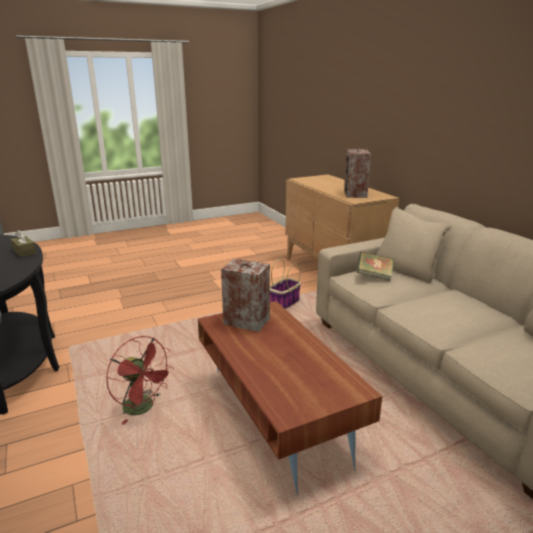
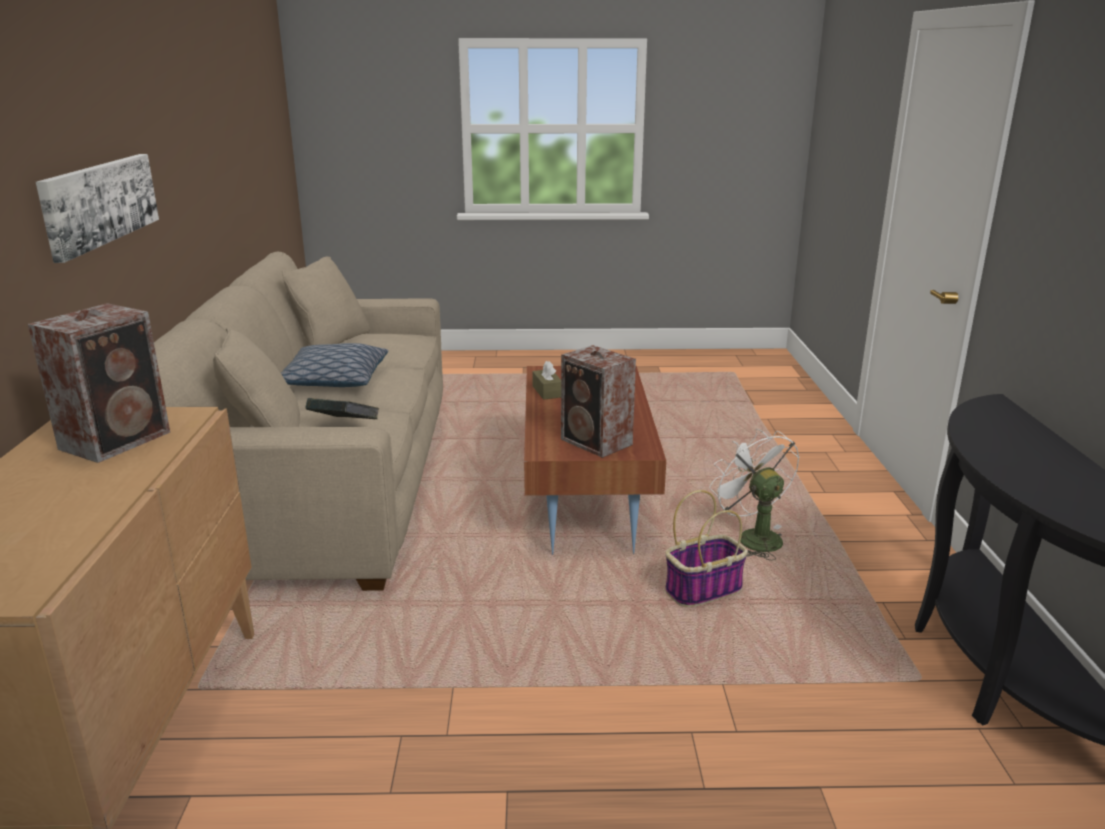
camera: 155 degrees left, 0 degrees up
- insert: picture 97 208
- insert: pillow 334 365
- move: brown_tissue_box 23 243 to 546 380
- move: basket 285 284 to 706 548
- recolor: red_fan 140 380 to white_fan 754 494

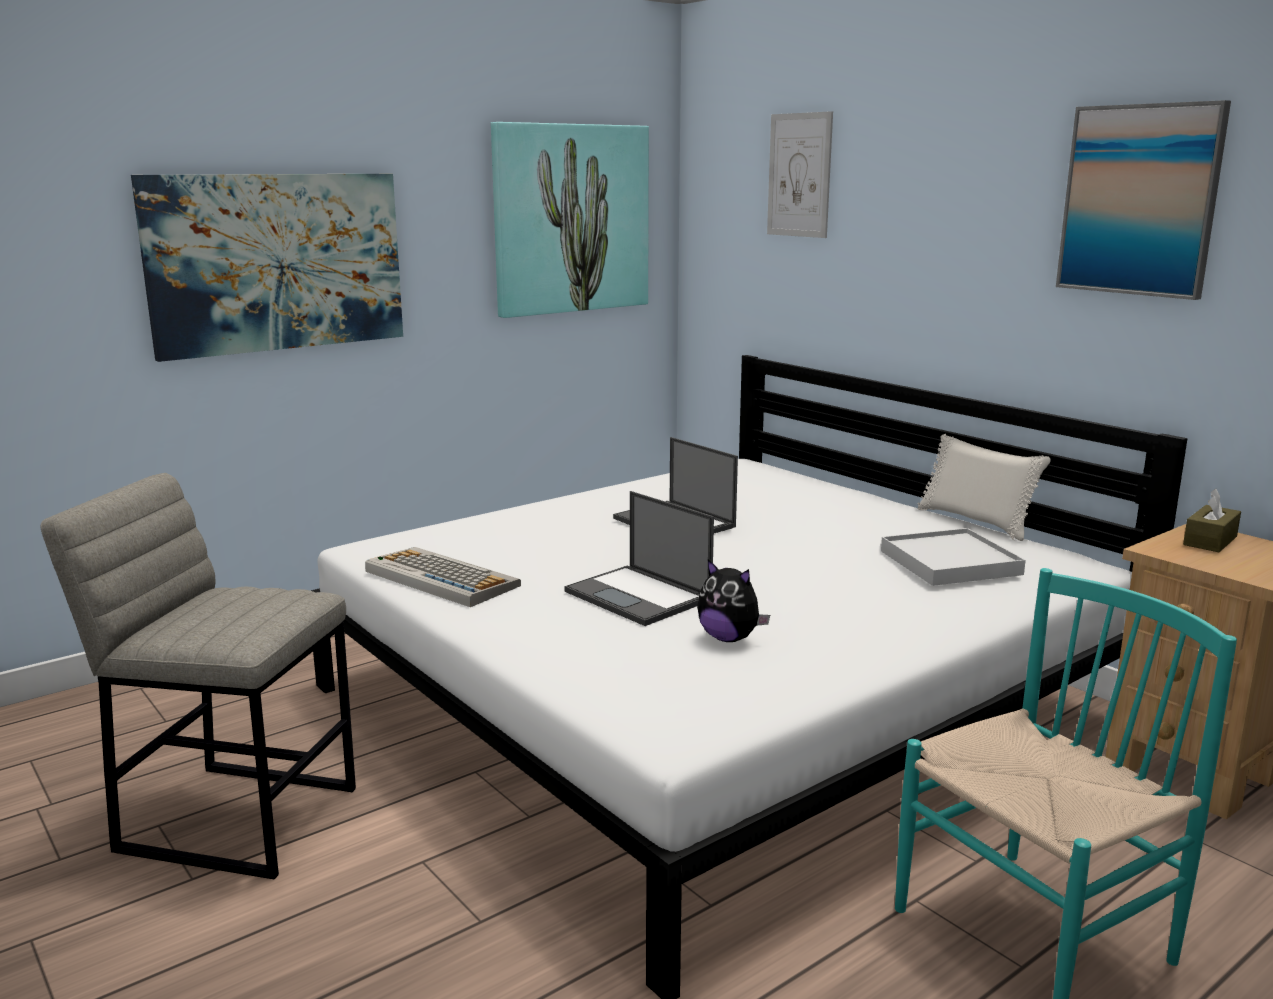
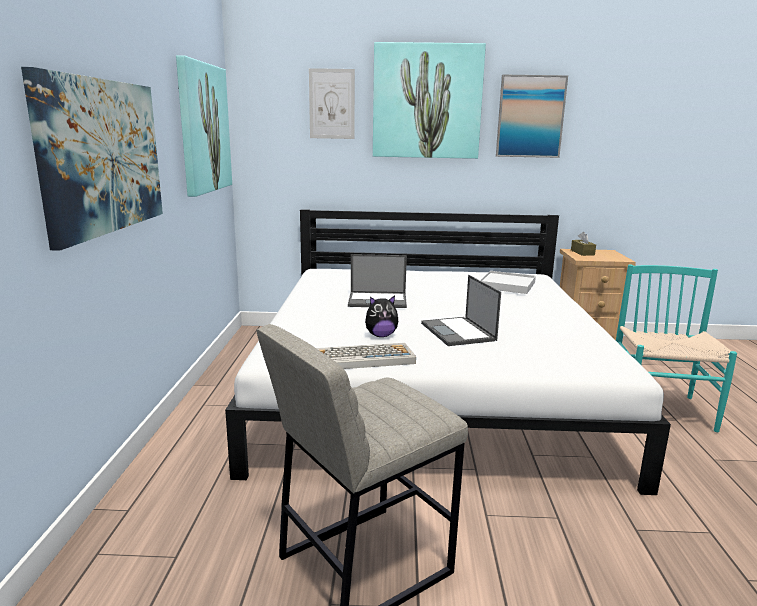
camera: 50 degrees left, 0 degrees up
- move: plush_toy 733 601 to 381 316
- insert: picture 429 100
- rotate: laptop 639 558 = 461 310 75 degrees clockwise
- delete: white_pillow 984 487

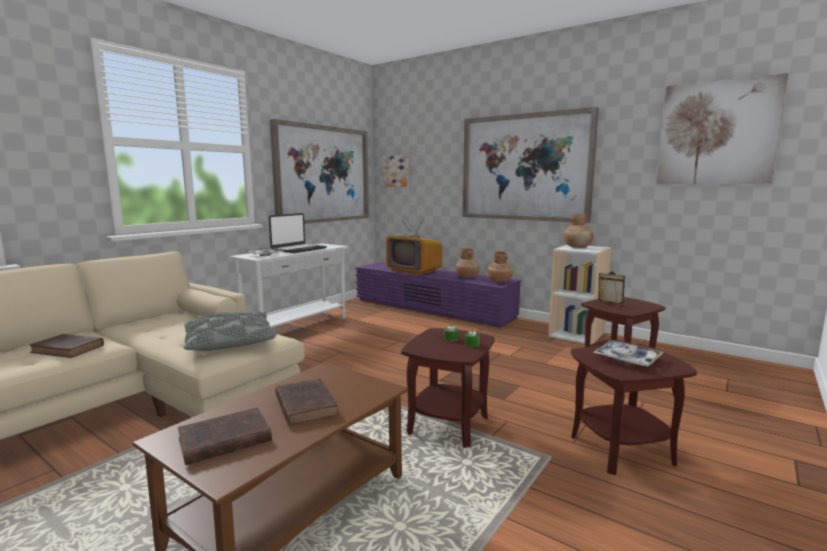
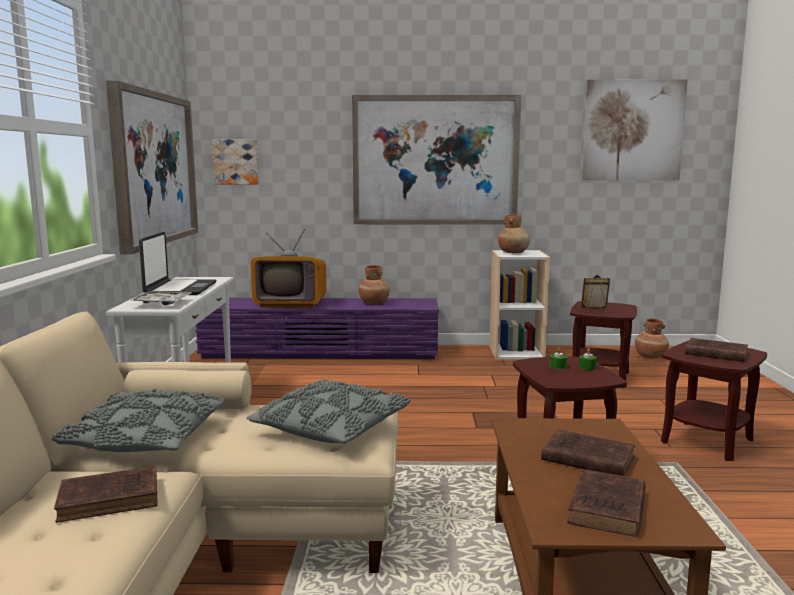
camera: 35 degrees left, 0 degrees up
- insert: grey_pillow 138 420
- move: brown_vase 500 267 to 652 338
- replace: tray 628 353 to brown_book 716 350

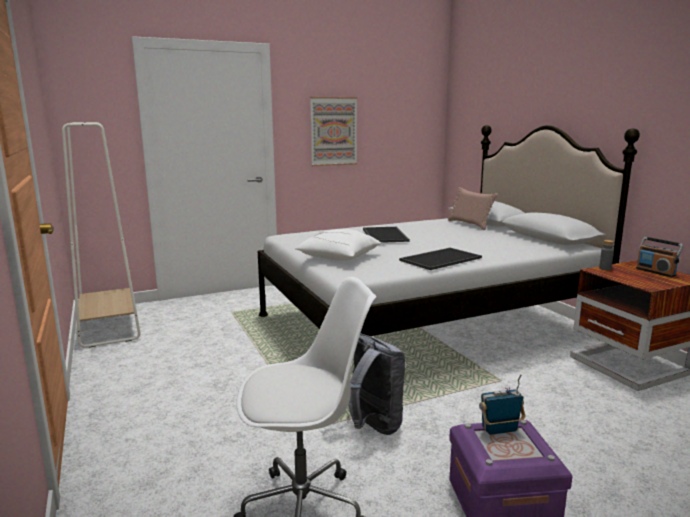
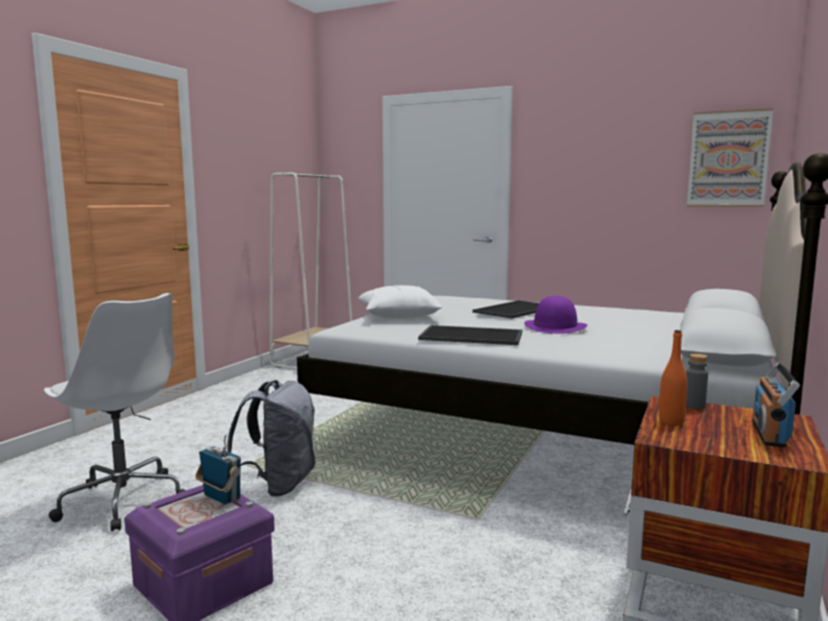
camera: 50 degrees right, 5 degrees down
- insert: purple_hat 555 315
- insert: orange_bottle 673 378
- move: picture 333 131 to 730 157
- delete: beige_pillow 472 208

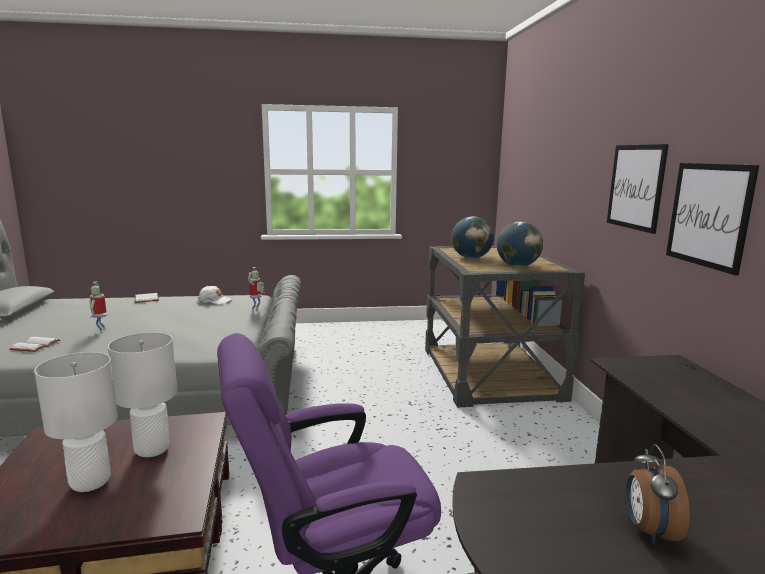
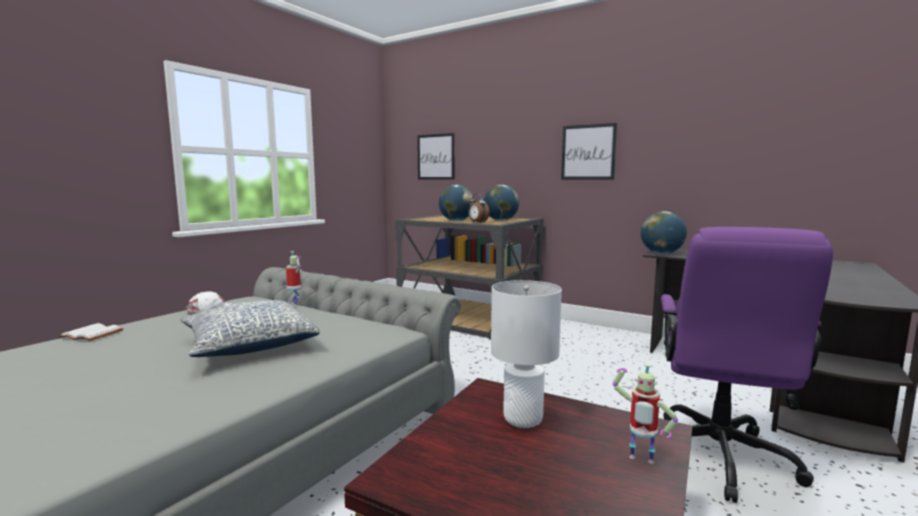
camera: 50 degrees left, 5 degrees down
- insert: pillow 250 328
- move: picture 712 219 to 436 156
- move: alarm_clock 658 494 to 478 208
- move: toy_robot 98 307 to 645 413
- insert: globe 664 232
- delete: white_book 34 344
- delete: white_table_lamp 76 422

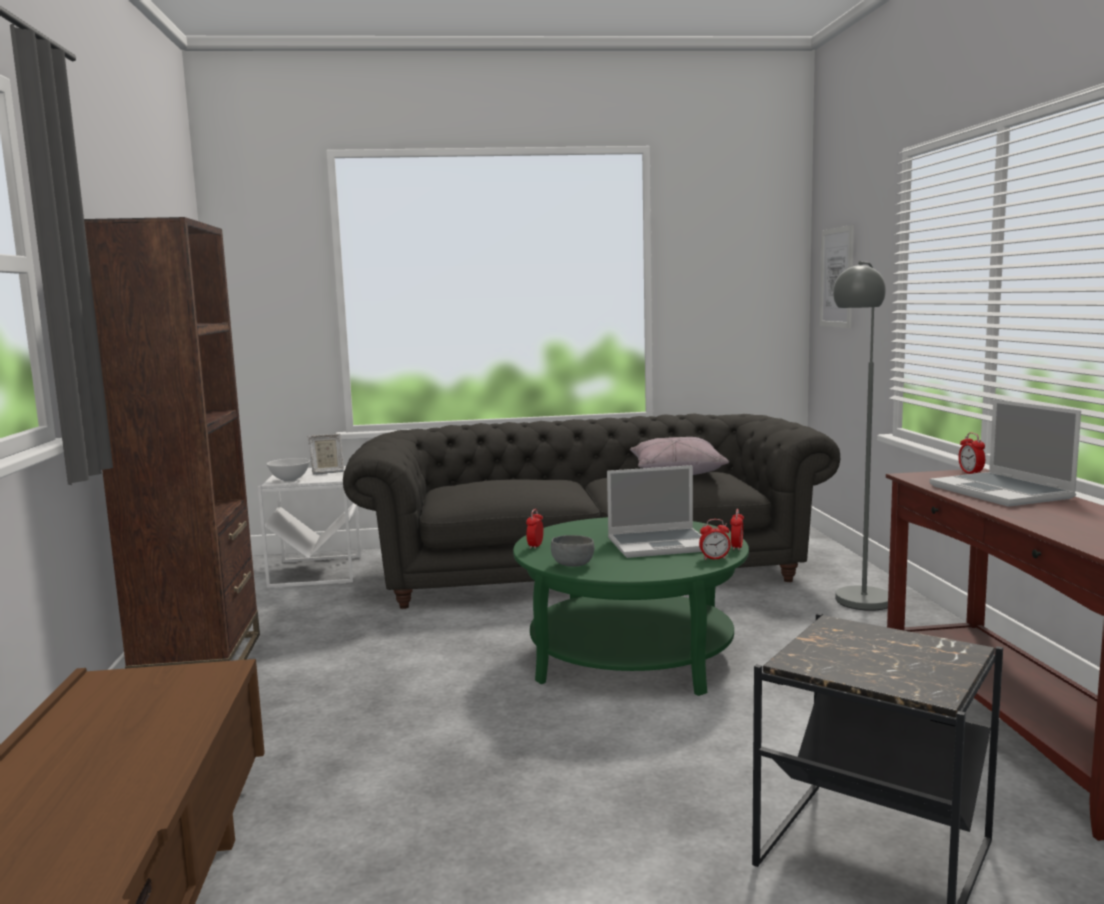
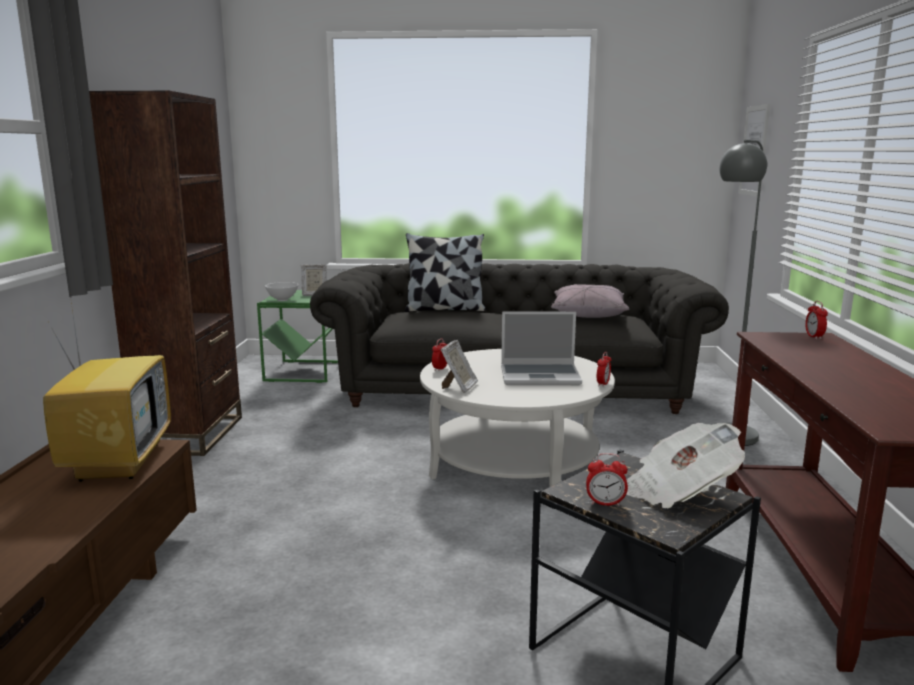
camera: 10 degrees right, 5 degrees up
- insert: television 107 389
- recolor: white_side_table 309 527 to green_side_table 297 336
- insert: pillow 445 272
- recolor: green_coffee_table 631 606 to white_coffee_table 517 418
- replace: grey_bowl 573 551 to picture_frame 459 366
- move: alarm_clock 715 539 to 607 479
- insert: newspaper 685 466
- delete: laptop 1005 453

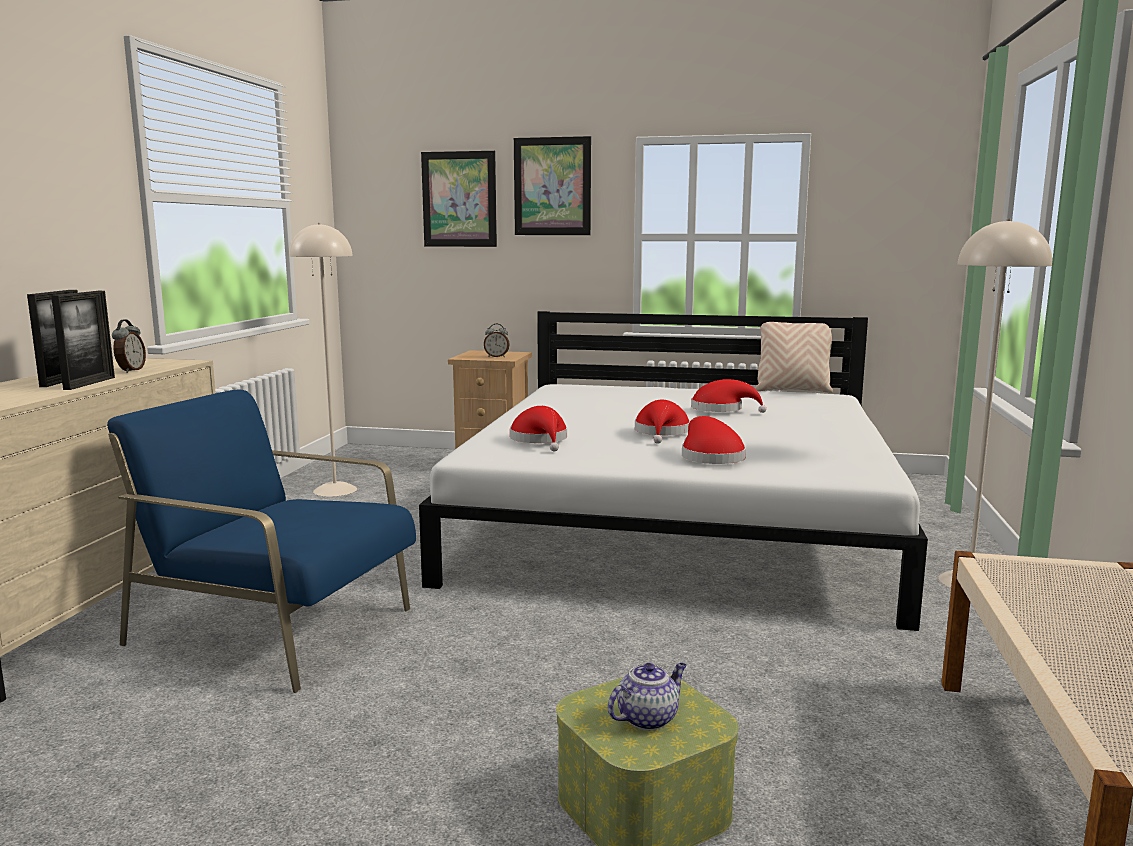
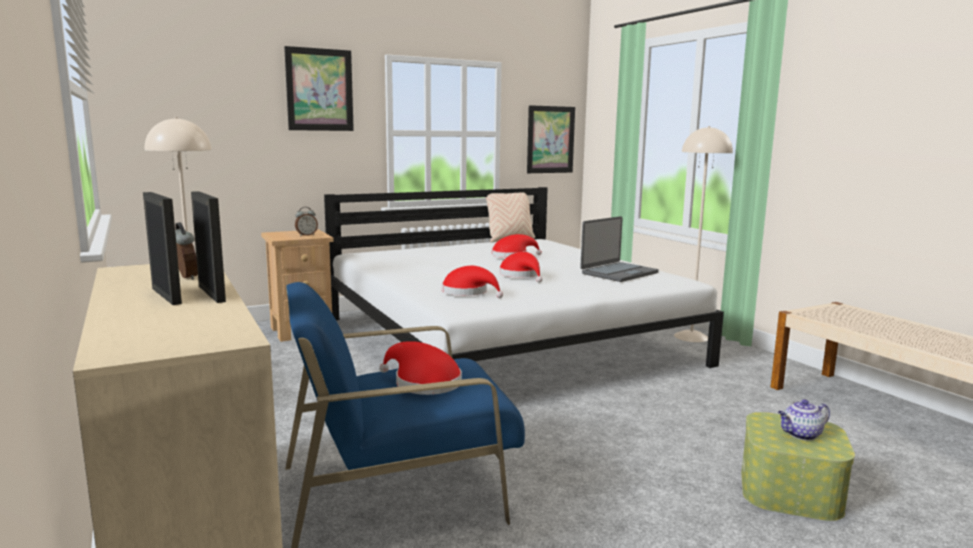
camera: 40 degrees left, 0 degrees up
- move: red_hat 714 440 to 420 368
- move: picture 459 199 to 551 139
- insert: laptop 619 249
- rotate: teapot 647 696 = 804 419 120 degrees counterclockwise

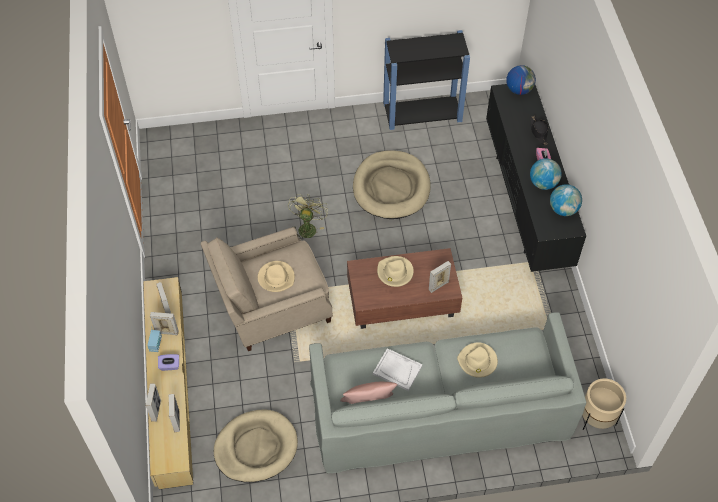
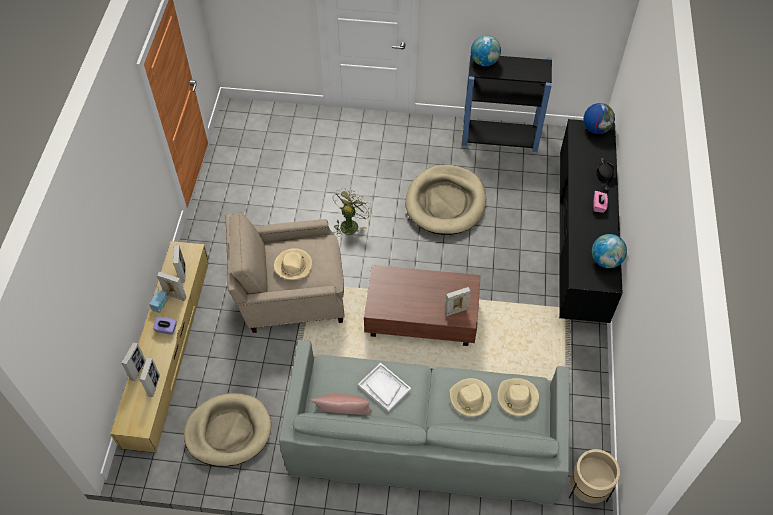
camera: 15 degrees right, 0 degrees up
- move: globe 546 174 to 486 50
- move: beige_hat 395 271 to 518 397

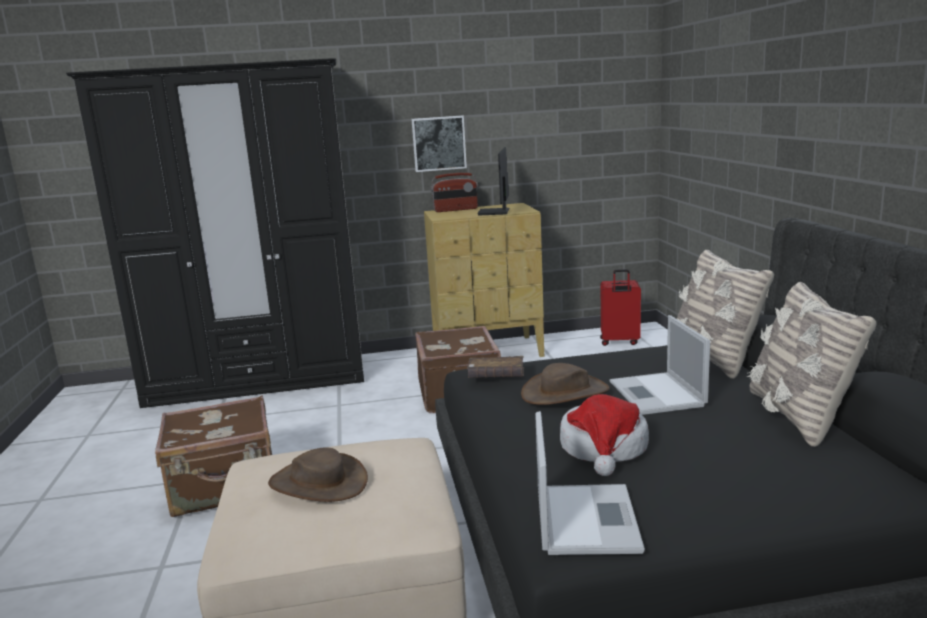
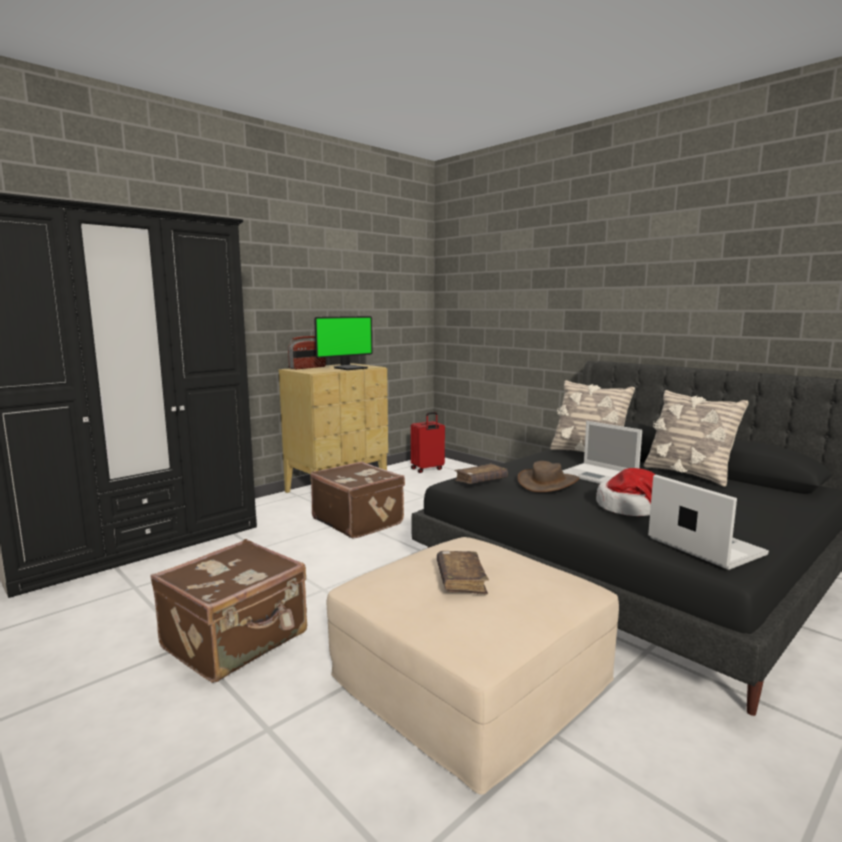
camera: 35 degrees left, 5 degrees down
- rotate: monitor 493 181 = 343 343 105 degrees counterclockwise
- replace: brown_hat 318 475 to brown_book 463 572
- delete: picture 439 143

